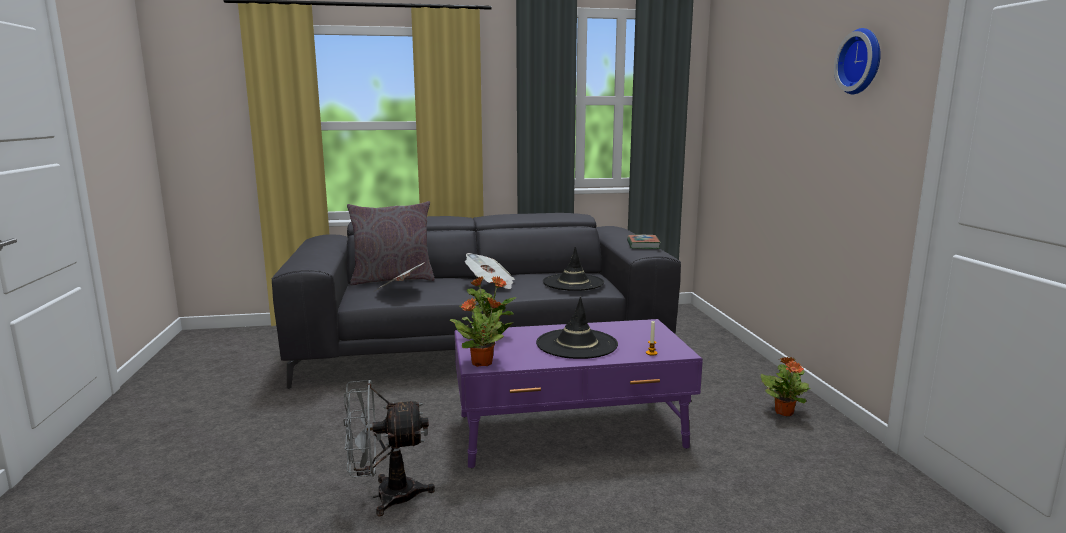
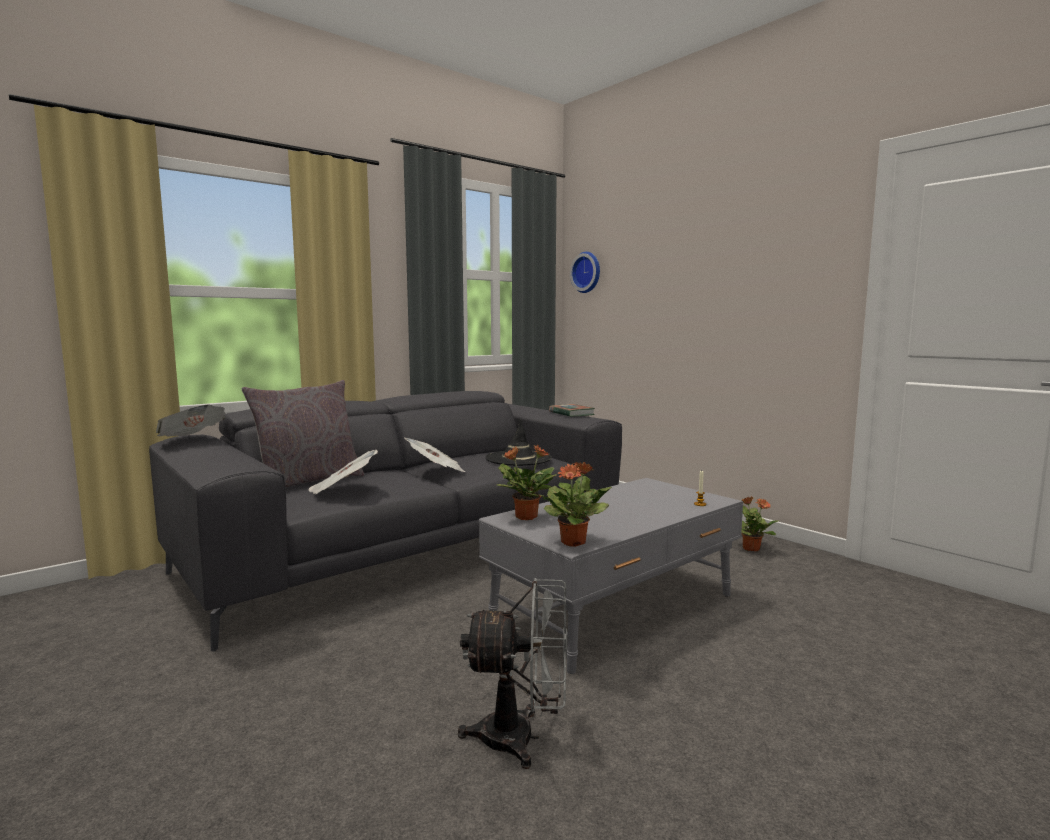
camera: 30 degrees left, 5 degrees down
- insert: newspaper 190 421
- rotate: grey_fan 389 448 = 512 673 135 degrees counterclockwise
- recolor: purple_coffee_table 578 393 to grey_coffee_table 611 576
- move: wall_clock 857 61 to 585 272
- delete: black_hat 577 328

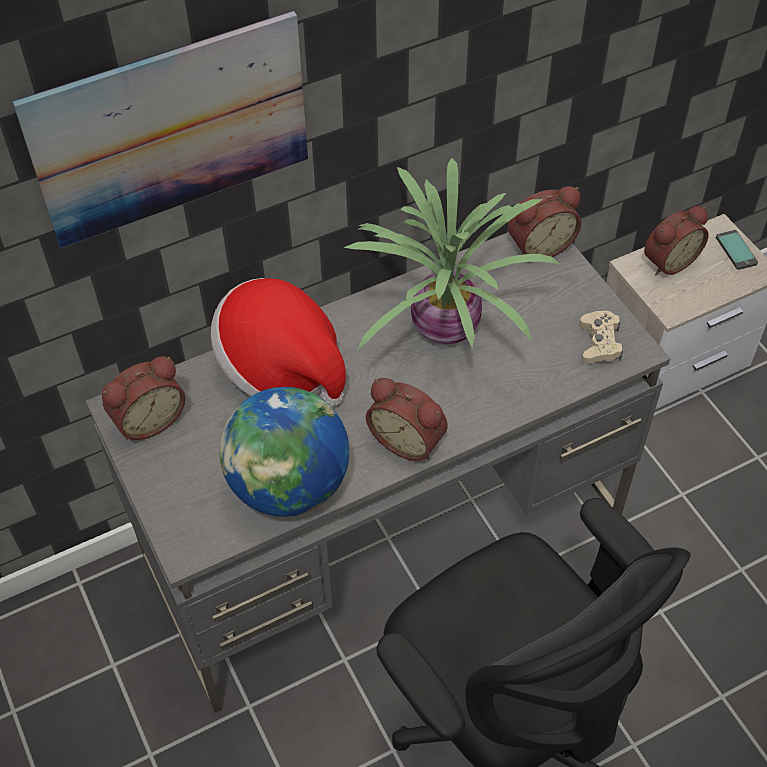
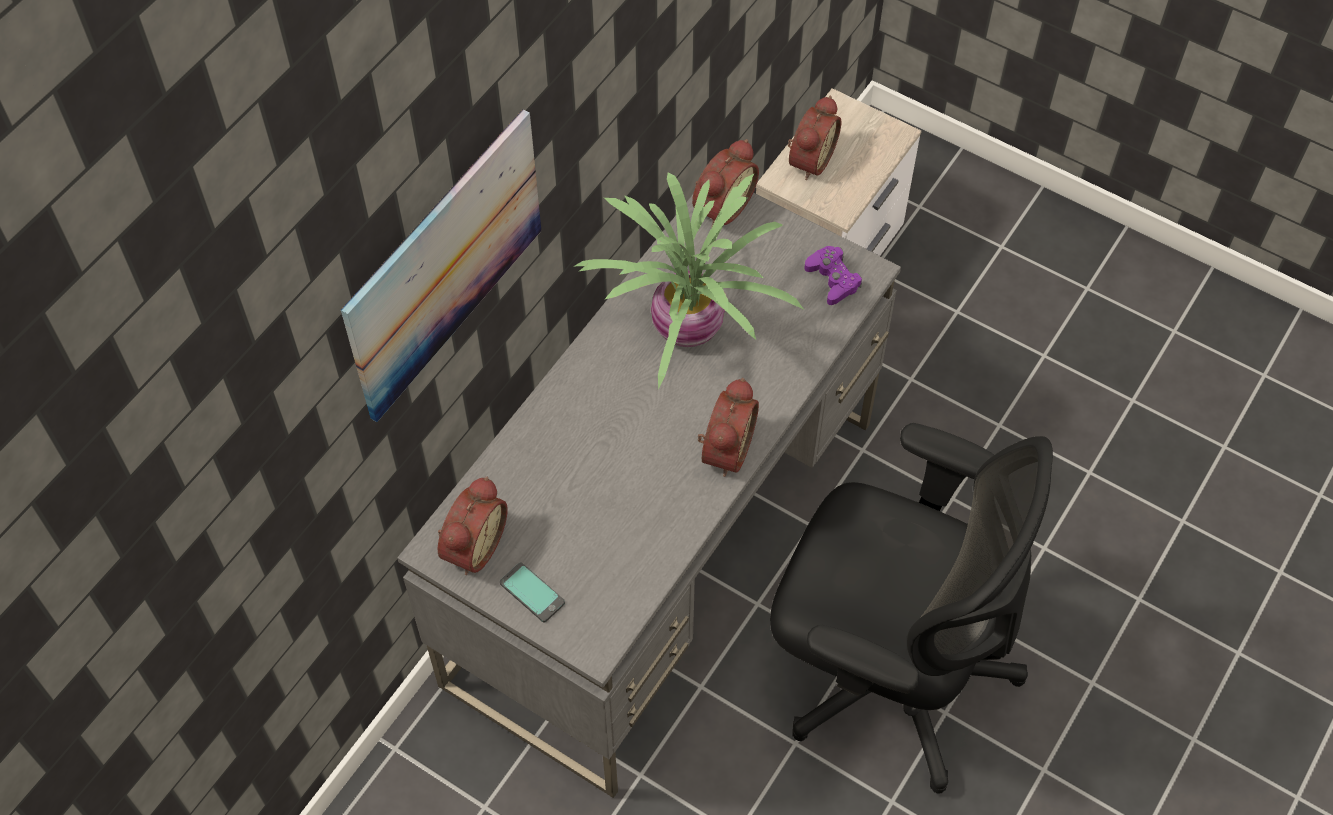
camera: 30 degrees left, 5 degrees up
- move: phone 737 250 to 532 593
- rotate: alarm_clock 407 419 = 728 427 75 degrees counterclockwise
- recolor: beige_game_controller 601 337 to purple_game_controller 833 275
- delete: hat 278 342
- delete: globe 284 452

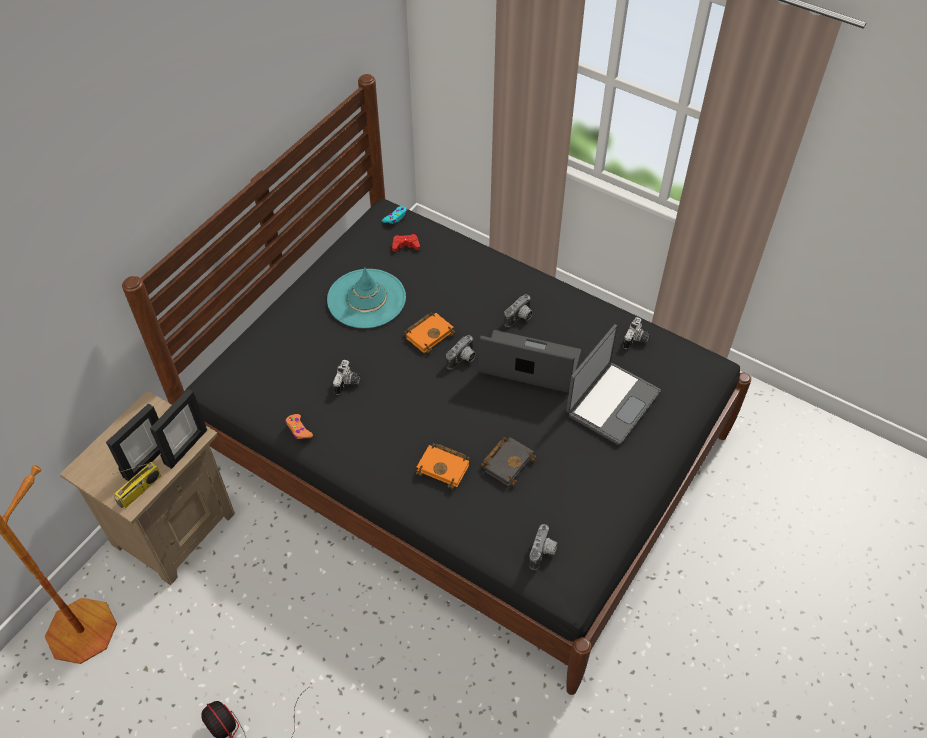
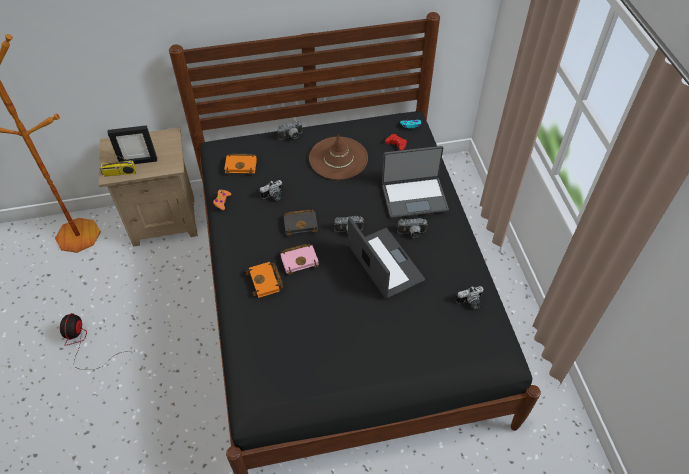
camera: 45 degrees right, 0 degrees up
- move: orange_book 429 333 to 240 164
- move: photo_camera 543 547 to 290 130
- insert: pink_book 299 259
- move: black_book 509 461 to 300 223
- recolor: turquoise_hat 366 297 to brown_hat 338 157
- move: laptop 613 384 to 415 182
- delete: picture_frame 178 429

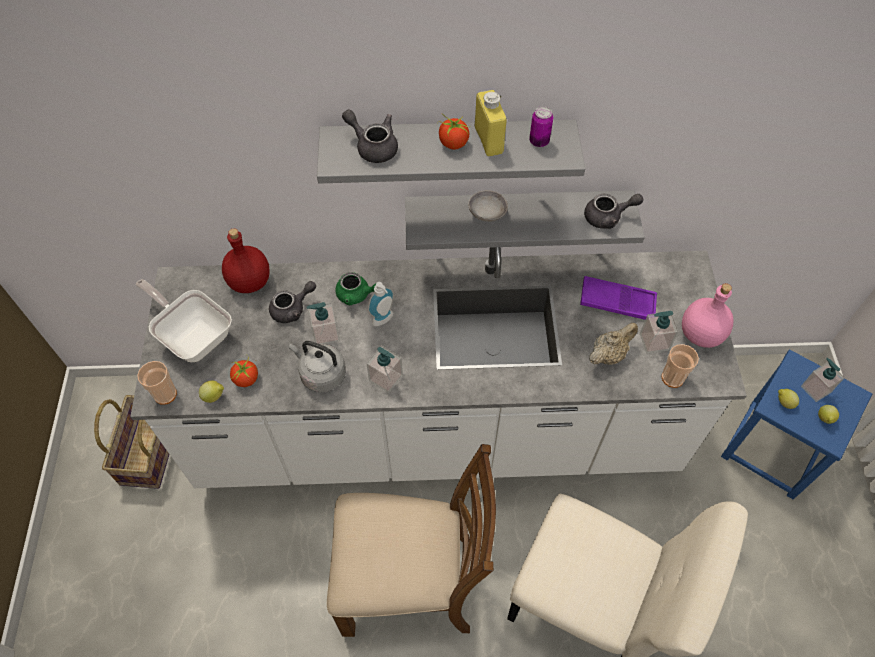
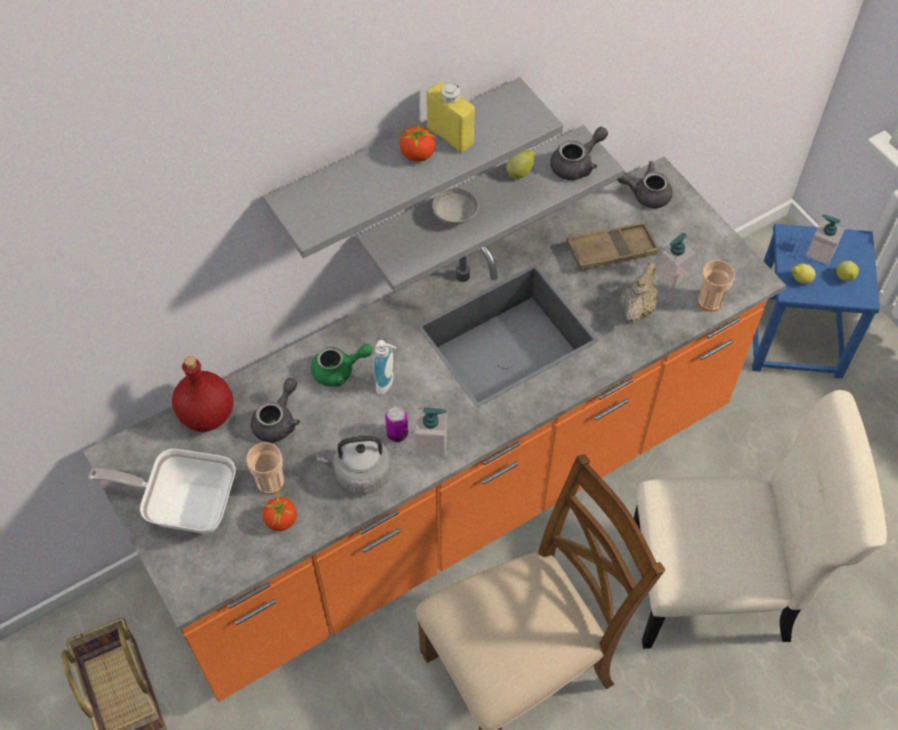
camera: 30 degrees left, 0 degrees up
- recolor: white_counter 438 367 to orange_counter 434 429
- move: cup 157 383 to 265 468
- move: can 541 126 to 396 424
- move: lemon 211 392 to 520 164
- recolor: purple_tray 618 298 to brown_tray 612 246
- move: grey_teapot 370 136 to 644 184
- delete: soap_dispenser 323 323
- delete: pink_bottle 708 315

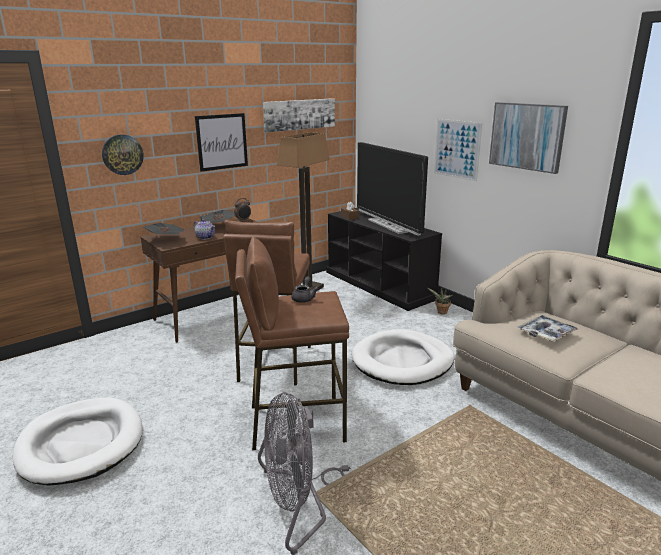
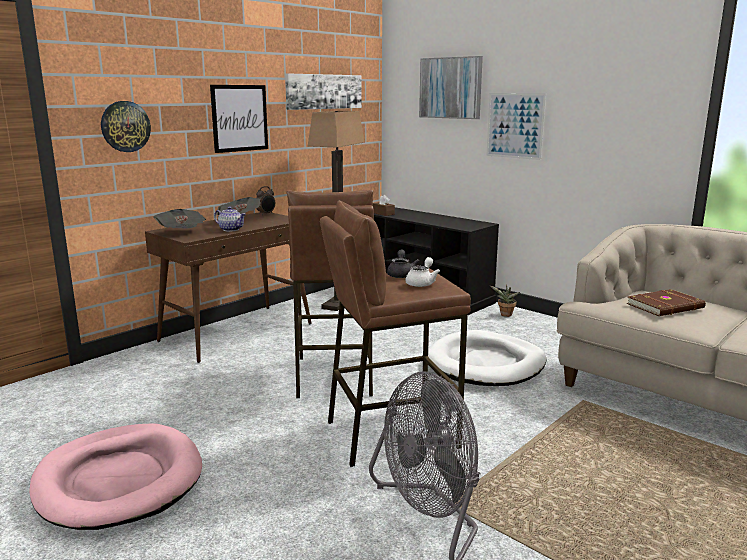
camera: 10 degrees left, 5 degrees down
- recolor: white_dog_bed 77 442 to pink_dog_bed 115 476
- insert: white_teapot 422 272
- move: picture 528 138 to 451 87
- replace: tray 548 328 to brown_book 666 302
- delete: television 392 189

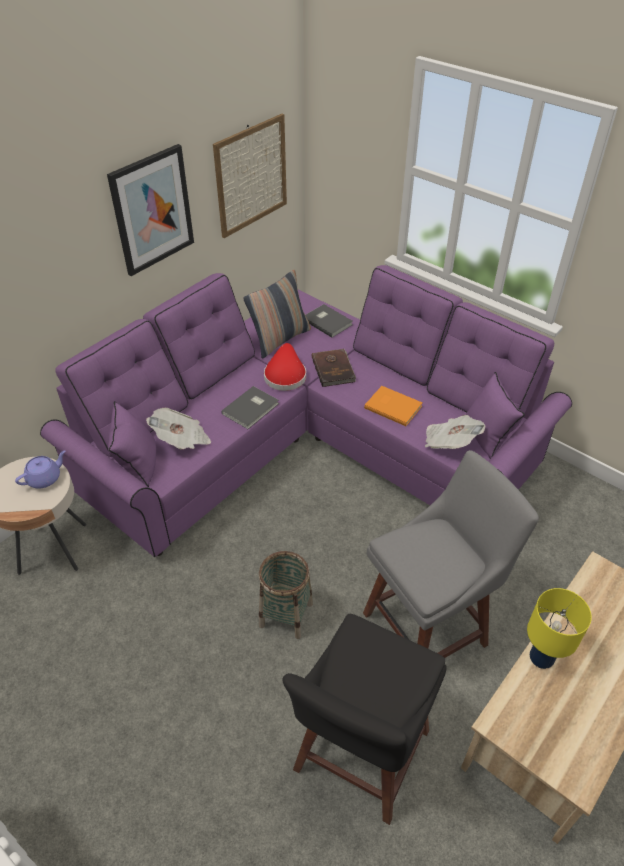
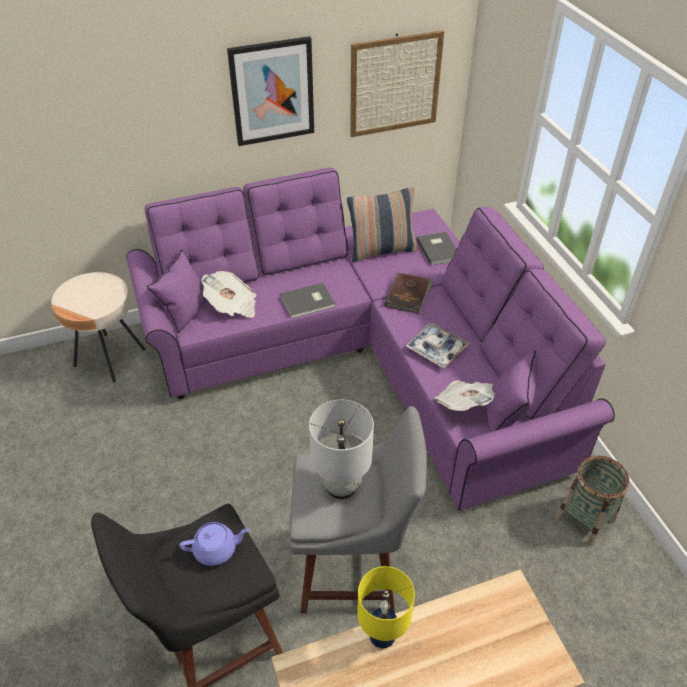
camera: 30 degrees right, 0 degrees up
- move: purple_teapot 40 470 to 214 544
- insert: white_table_lamp 341 449
- replace: orange_book 393 406 to tray 437 345
- move: basket 286 595 to 592 500
- delete: red_hat 285 367

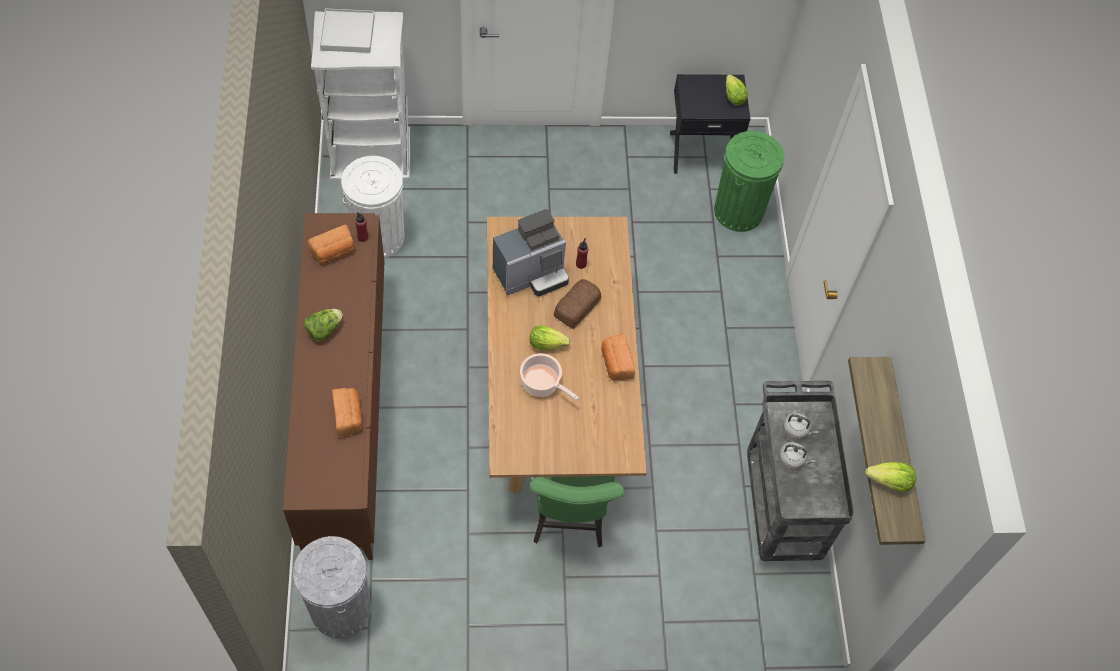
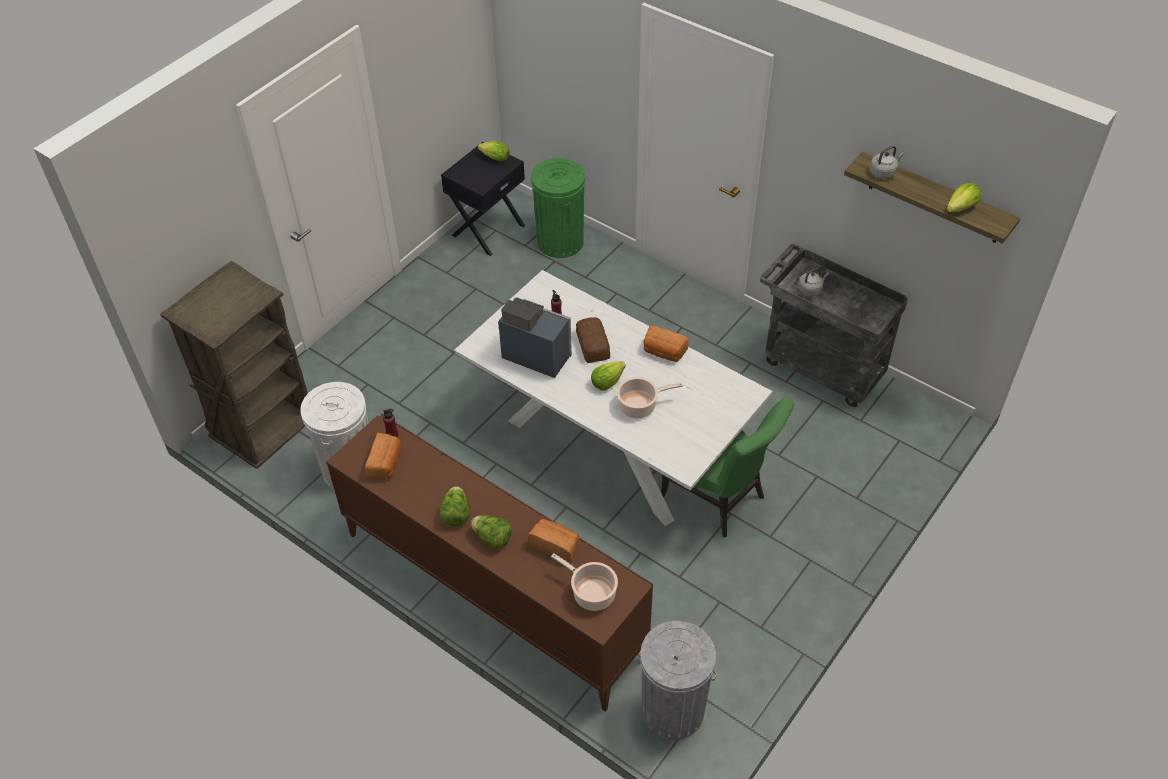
camera: 45 degrees left, 10 degrees down
- recolor: white_bookcase 360 95 to brown_bookcase 234 365
- recolor: brown_dining_table 567 355 to white_dining_table 613 398
- insert: lettuce 491 532
- rotate: coffee_machine 531 252 = 535 337 75 degrees counterclockwise
- insert: cooking_pot 584 582
- move: grey_kettle 797 456 to 887 162
- delete: white_tray 347 31

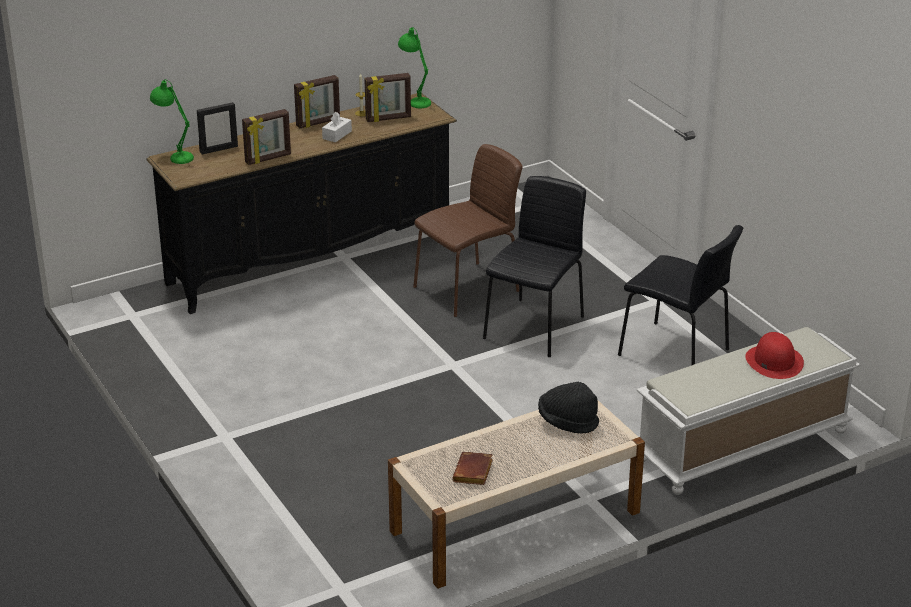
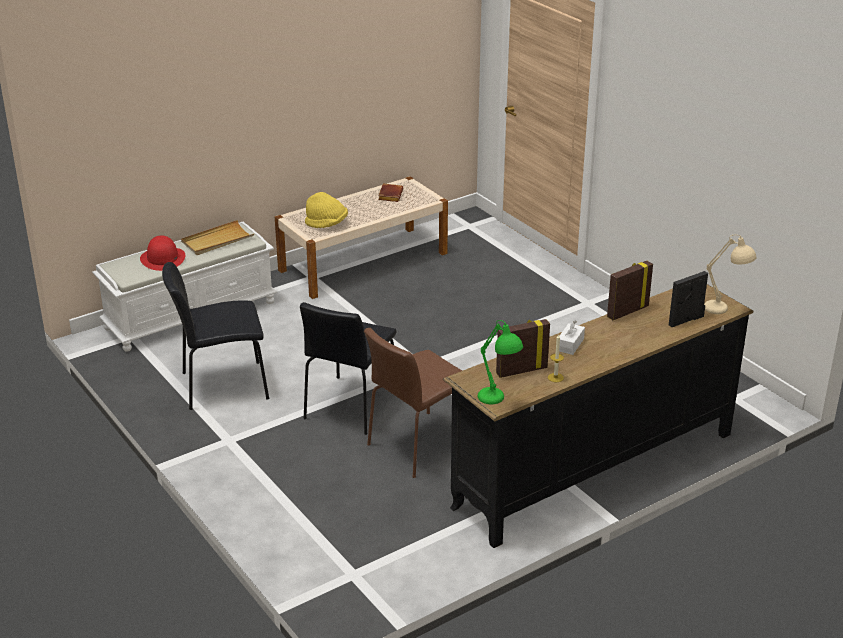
camera: 175 degrees right, 0 degrees up
- rotate: black_chair 681 295 = 215 336 45 degrees counterclockwise
- insert: beige_tray 217 237
- recolor: black_hat 568 408 to yellow_hat 326 210
- recolor: green_table_lamp 172 121 to beige_table_lamp 730 274
- delete: picture_frame 317 102

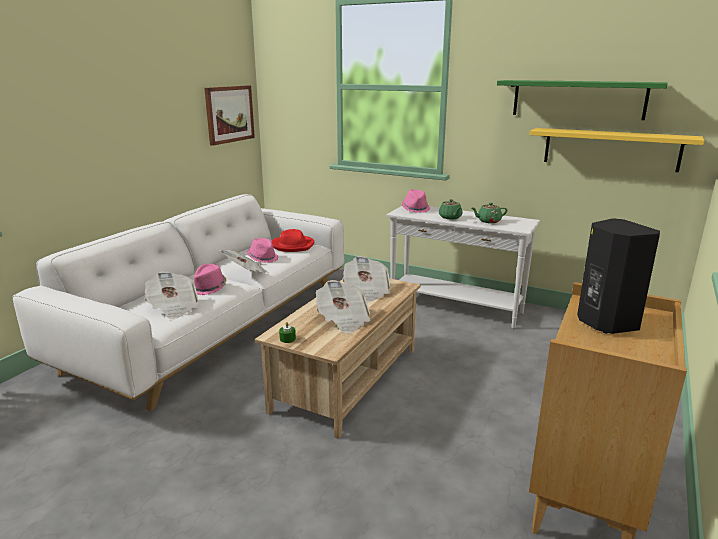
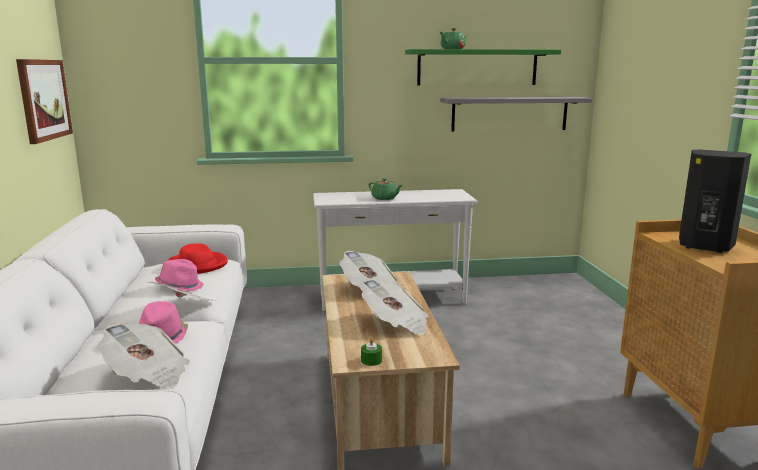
camera: 35 degrees left, 5 degrees down
- move: green_teapot 490 213 to 453 38
- recolor: yellow_shelf 617 150 to grey_shelf 516 114
- delete: pink_hat 416 201

